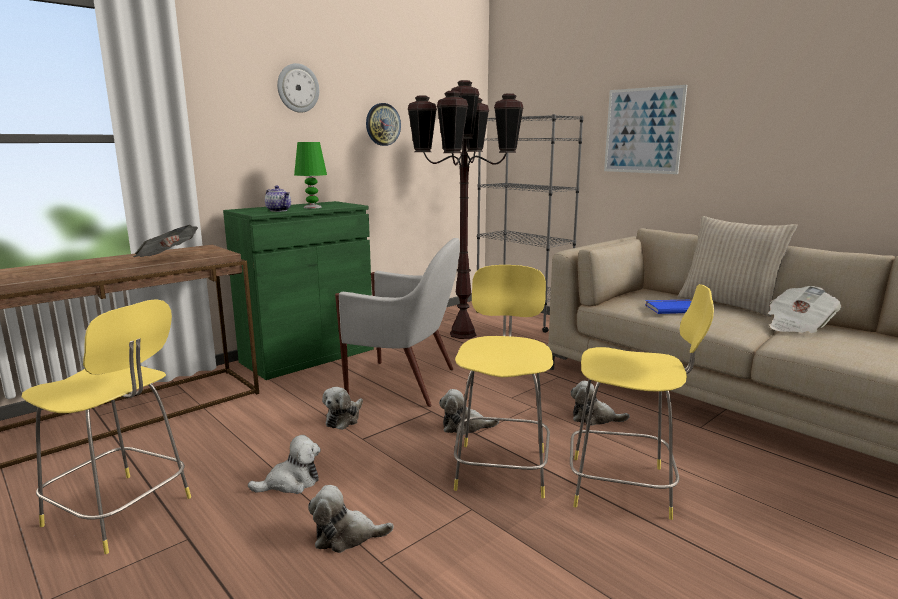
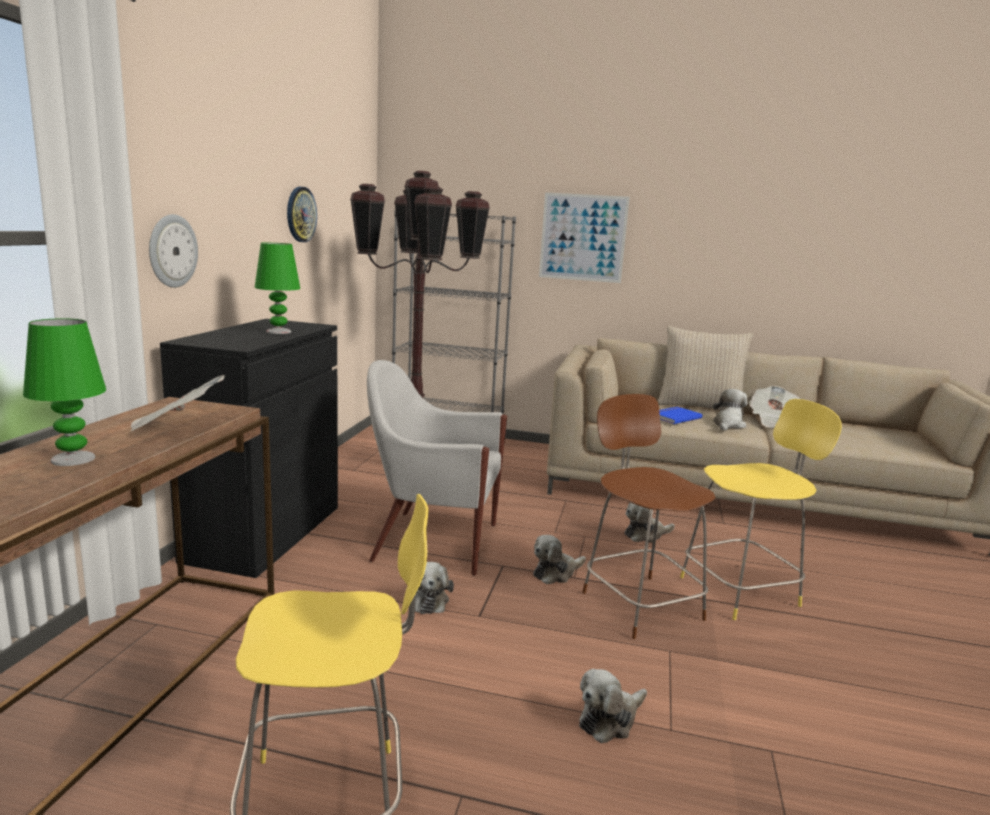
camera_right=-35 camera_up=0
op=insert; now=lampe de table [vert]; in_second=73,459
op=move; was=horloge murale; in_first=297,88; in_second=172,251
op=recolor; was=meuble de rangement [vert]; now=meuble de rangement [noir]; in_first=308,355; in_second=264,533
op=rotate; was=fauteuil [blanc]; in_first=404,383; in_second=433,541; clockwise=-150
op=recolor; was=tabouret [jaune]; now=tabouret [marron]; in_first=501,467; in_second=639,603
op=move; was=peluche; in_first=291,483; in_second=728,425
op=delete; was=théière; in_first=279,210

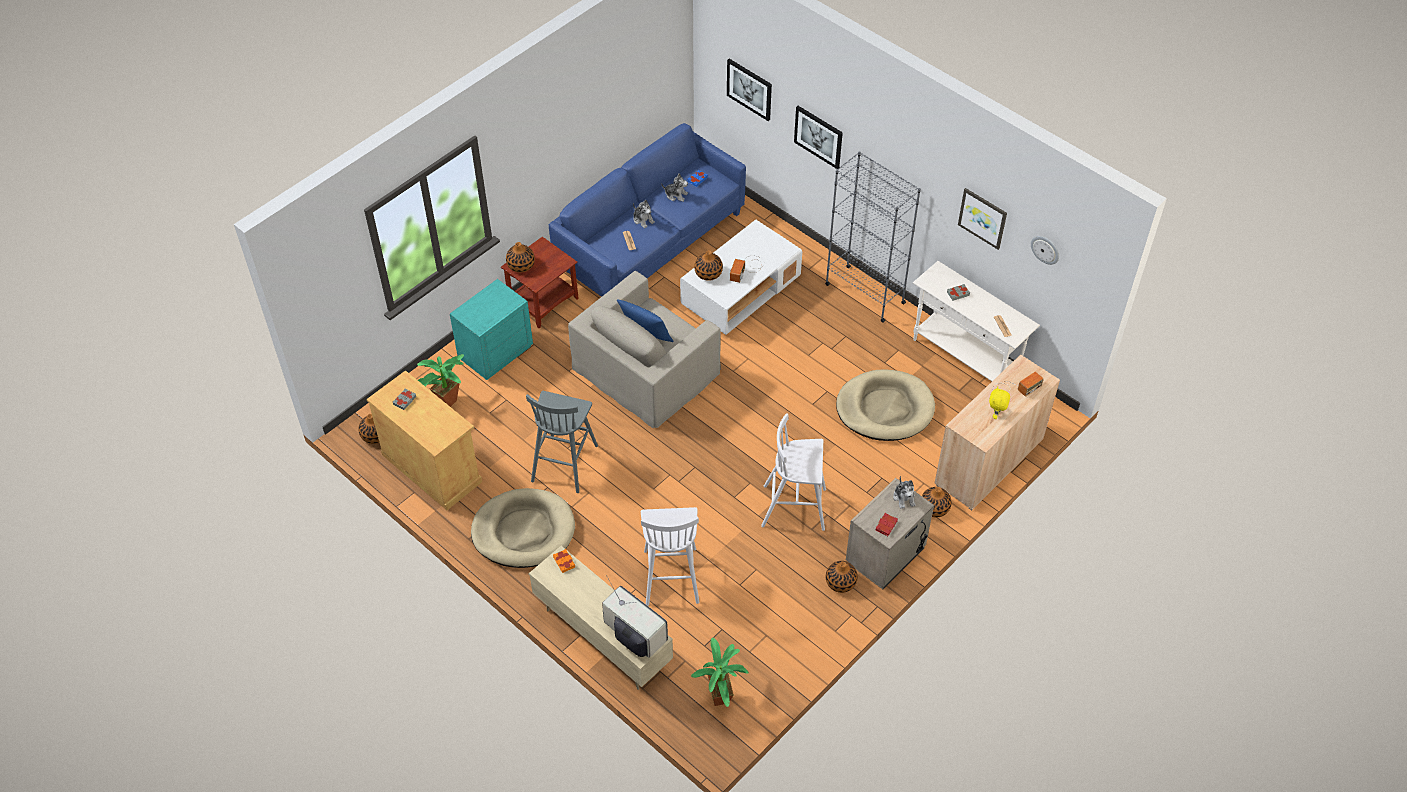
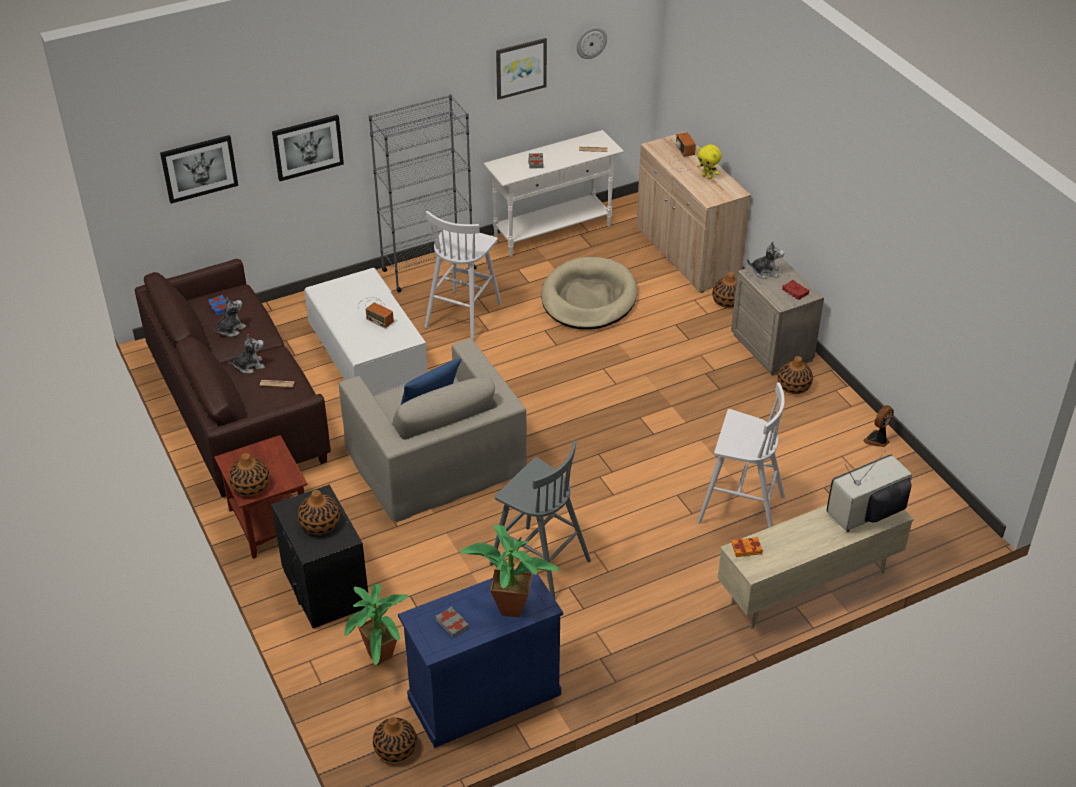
camera_right=-70 camera_up=-10
op=recolor; was=canapé [bleu]; now=canapé [marron]; in_first=651,241; in_second=237,405
op=recolor; was=table de chevet [turquoise]; now=table de chevet [noir]; in_first=495,352; in_second=324,589
op=move; was=vase; in_first=708,273; in_second=320,524
op=recolor; was=meuble de rangement [beige]; now=meuble de rangement [bleu]; in_first=432,468; in_second=484,696
op=move; was=tabouret [blanc]; in_first=795,507; in_second=464,314
op=move; was=plante en pot; in_first=721,695; in_second=507,606
op=insert; now=ventilateur; in_second=877,440
op=delete; was=panier pour chien [beige]; in_first=523,531

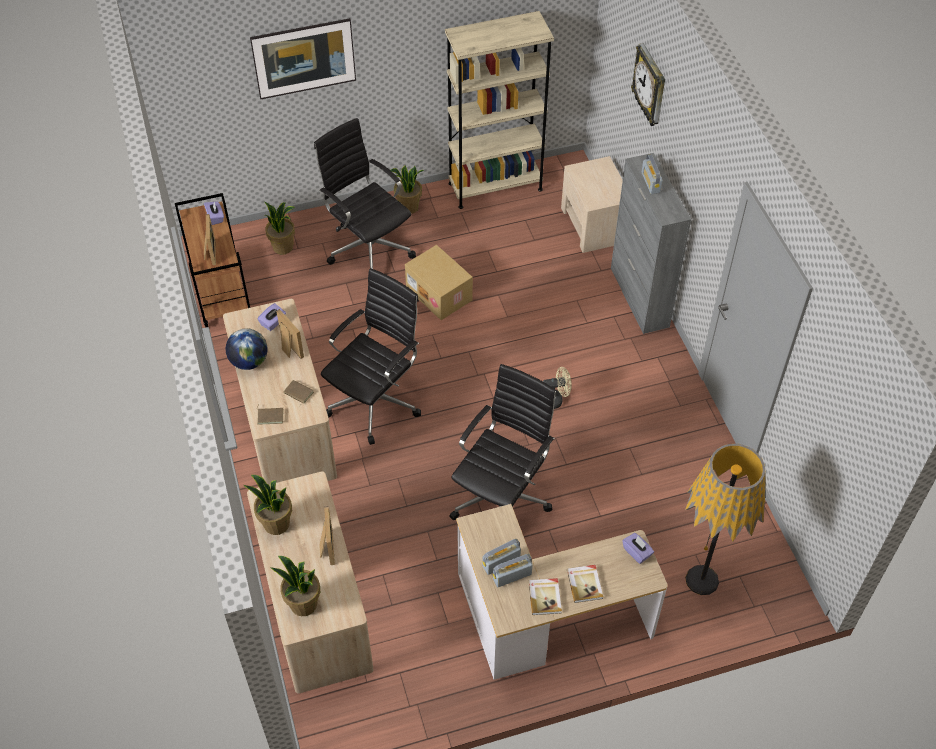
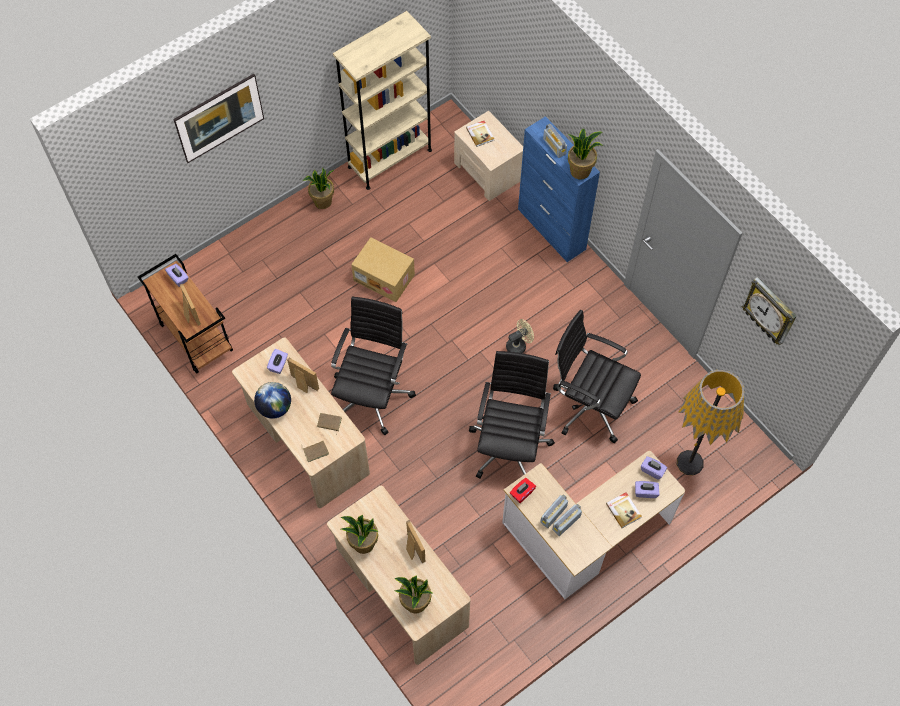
camera_right=-20 camera_up=10
op=move; was=livre; in_first=545,597; in_second=480,134
op=insert; now=boîte à mouchoirs [rouge]; in_second=522,493
op=recolor; was=meuble de rangement [gris]; now=meuble de rangement [bleu]; in_first=639,298; in_second=551,229
op=move; was=chaise de bureau [noir]; in_first=369,247; in_second=590,404
op=move; was=plante en pot; in_first=283,247; in_second=580,171
op=insert; now=boîte à mouchoirs [violet]; in_second=645,492
op=move; was=horloge murale; in_first=650,86; in_second=770,311

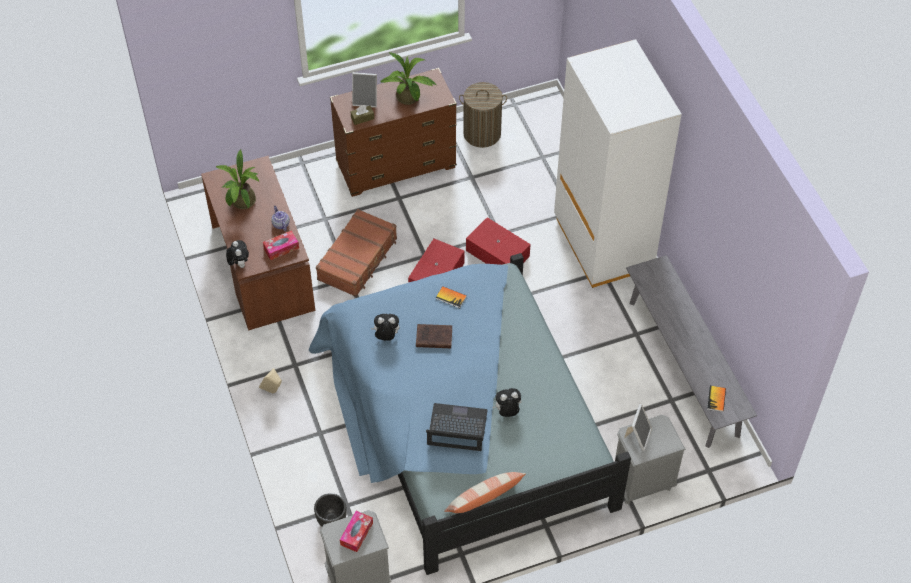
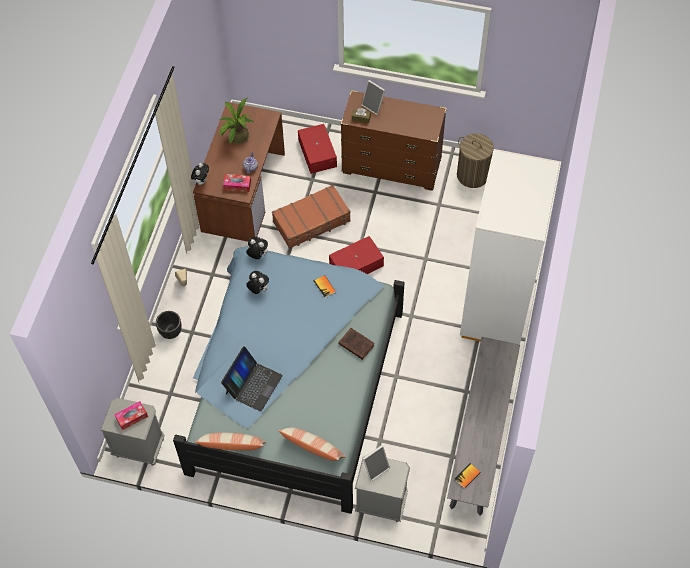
camera_right=35 camera_up=5
op=move; was=cache-pot [noir]; in_first=331,520; in_second=171,332
op=rotate; was=ordinateur portable; in_first=457,428; in_second=253,384; clockwise=75
op=move; was=peluche; in_first=507,412; in_second=257,255
op=insert; now=coussin; in_second=313,448
op=move; was=boîte de rangement [rouge]; in_first=497,252; in_second=318,153
op=move; was=livre [marron]; in_first=433,338; in_second=355,344
op=delete; was=plante en pot; in_first=409,99

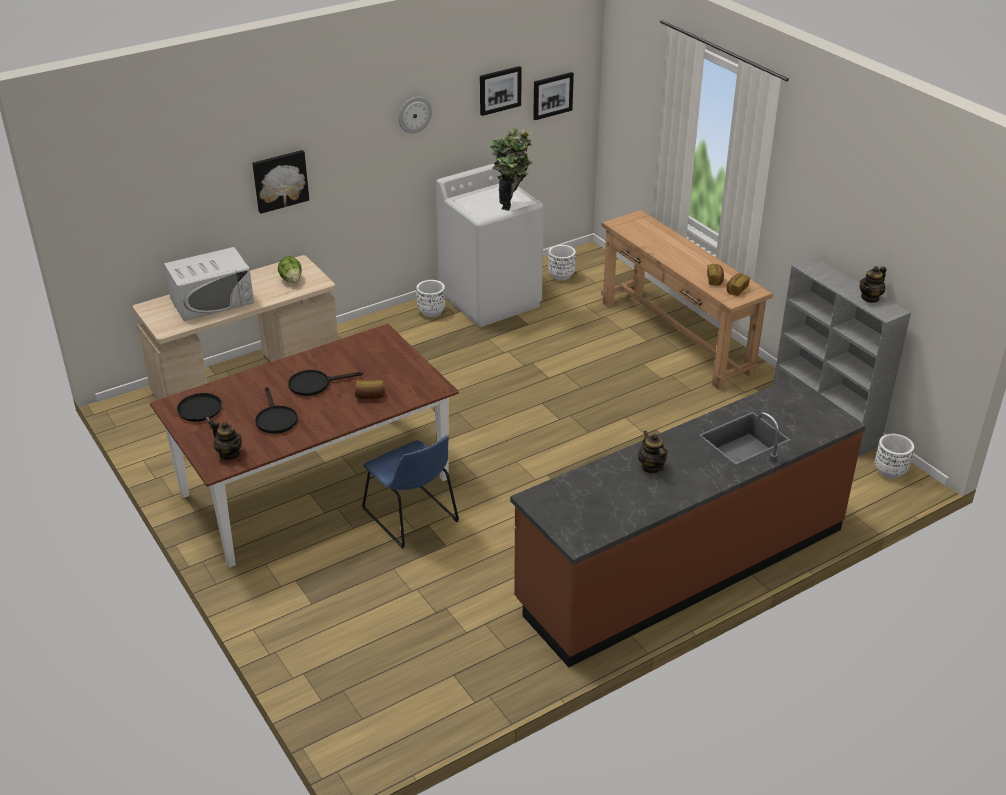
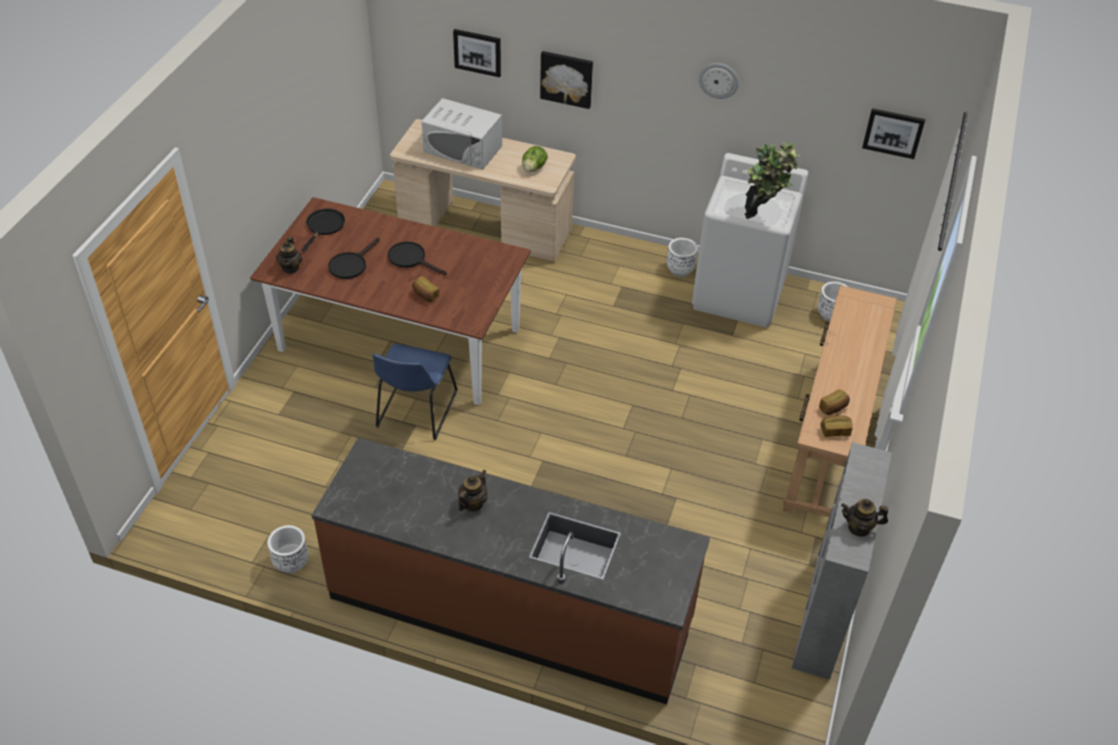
camera_right=50 camera_up=10
op=move; was=cache-pot [blanc]; in_first=890,471; in_second=291,563
op=move; was=tableau; in_first=499,90; in_second=477,52

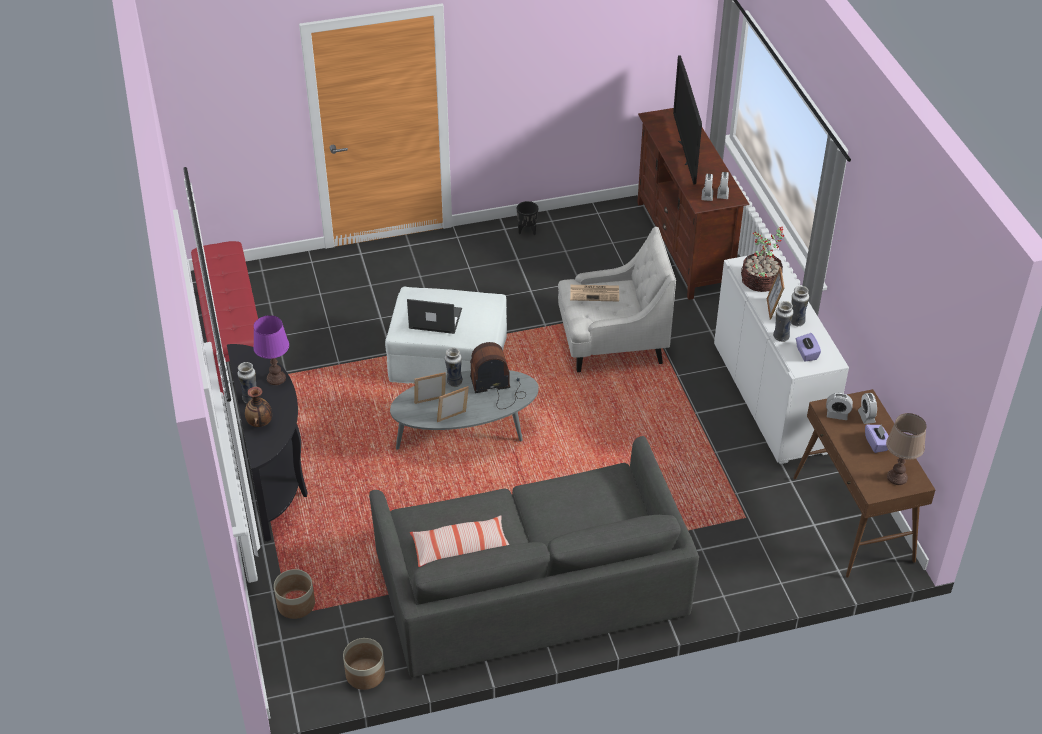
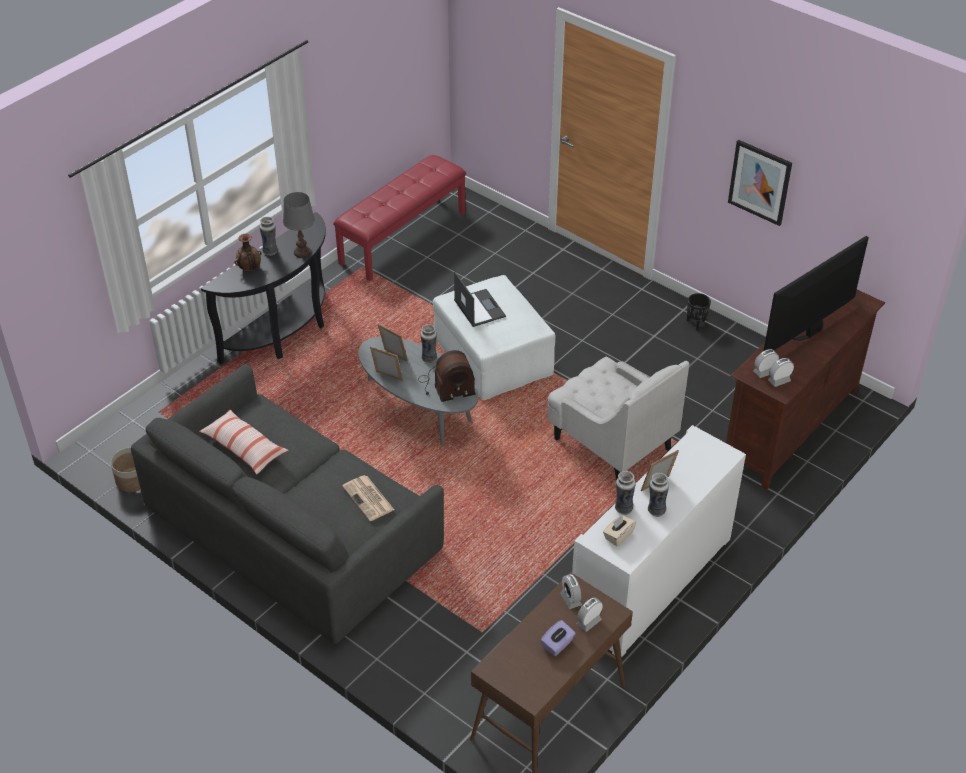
camera_right=55 camera_up=0
op=recolor; was=lampe de table [violet]; now=lampe de table [gris]; in_first=276,378; in_second=302,252
op=move; was=journal; in_first=595,293; in_second=369,499
op=rotate; was=radio; in_first=498,388; in_second=446,386; clockwise=120
op=recolor; was=boîte à mouchoirs [violet]; now=boîte à mouchoirs [beige]; in_first=806,353; in_second=618,536
op=insert; now=tableau; in_second=760,182
op=delete; was=cache-pot; in_first=296,604
op=delete; was=plante en pot; in_first=760,282
op=delete; was=lampe de table [marron]; in_first=897,477

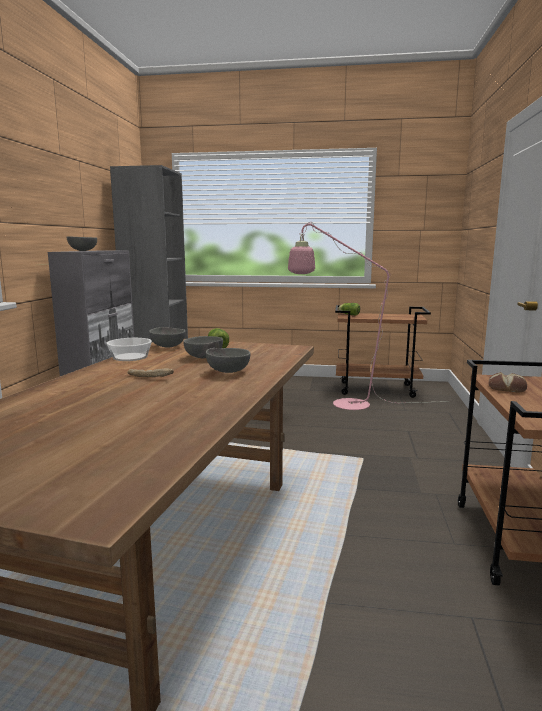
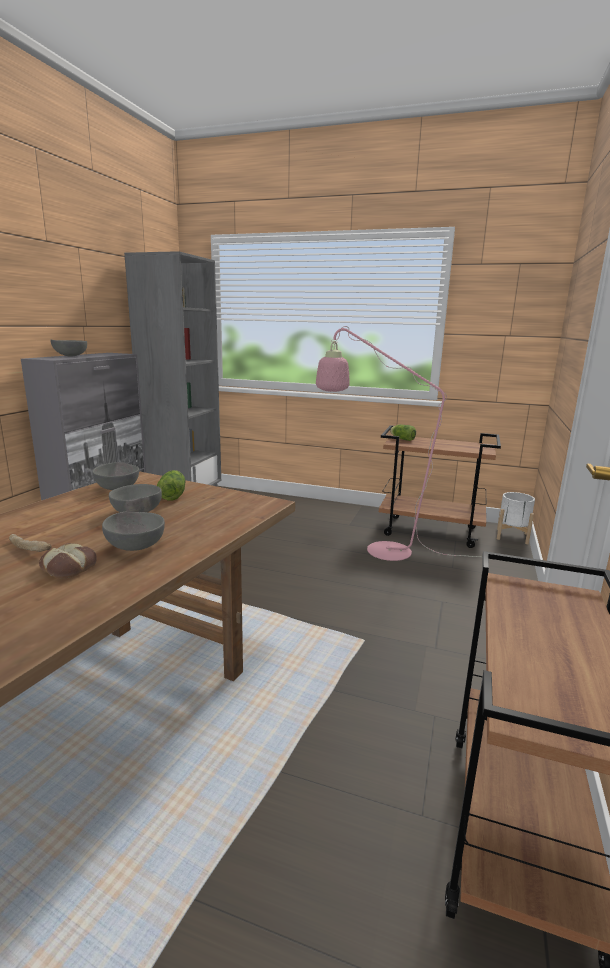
camera_right=10 camera_up=5
op=move; was=pain; in_first=506,388; in_second=70,567
op=insert; now=cache-pot [blanc]; in_second=512,536
op=delete; was=bol; in_first=130,357

